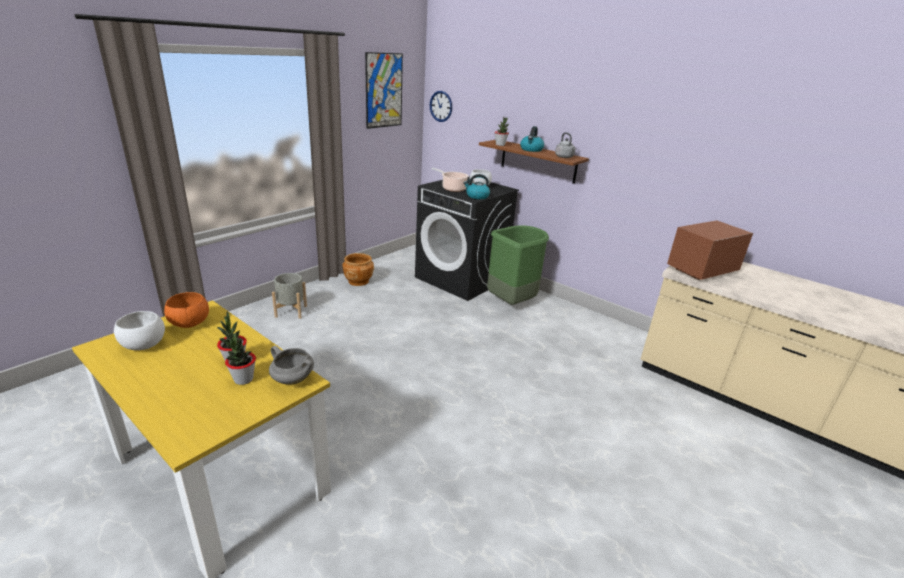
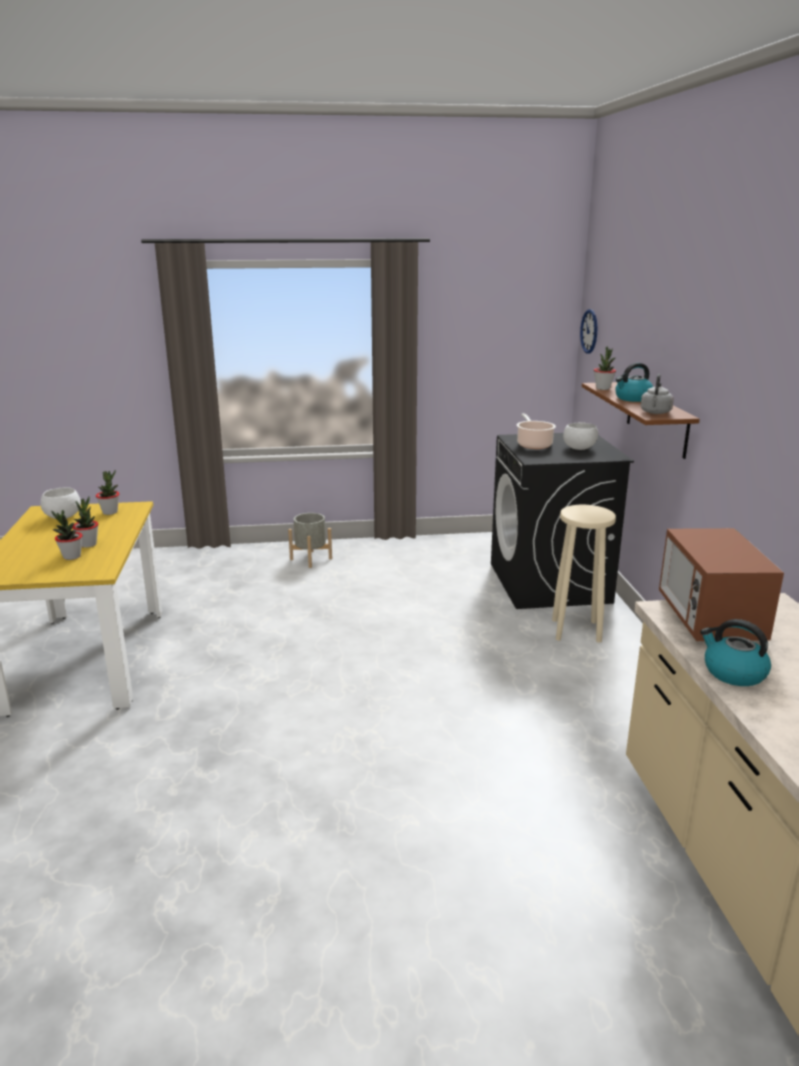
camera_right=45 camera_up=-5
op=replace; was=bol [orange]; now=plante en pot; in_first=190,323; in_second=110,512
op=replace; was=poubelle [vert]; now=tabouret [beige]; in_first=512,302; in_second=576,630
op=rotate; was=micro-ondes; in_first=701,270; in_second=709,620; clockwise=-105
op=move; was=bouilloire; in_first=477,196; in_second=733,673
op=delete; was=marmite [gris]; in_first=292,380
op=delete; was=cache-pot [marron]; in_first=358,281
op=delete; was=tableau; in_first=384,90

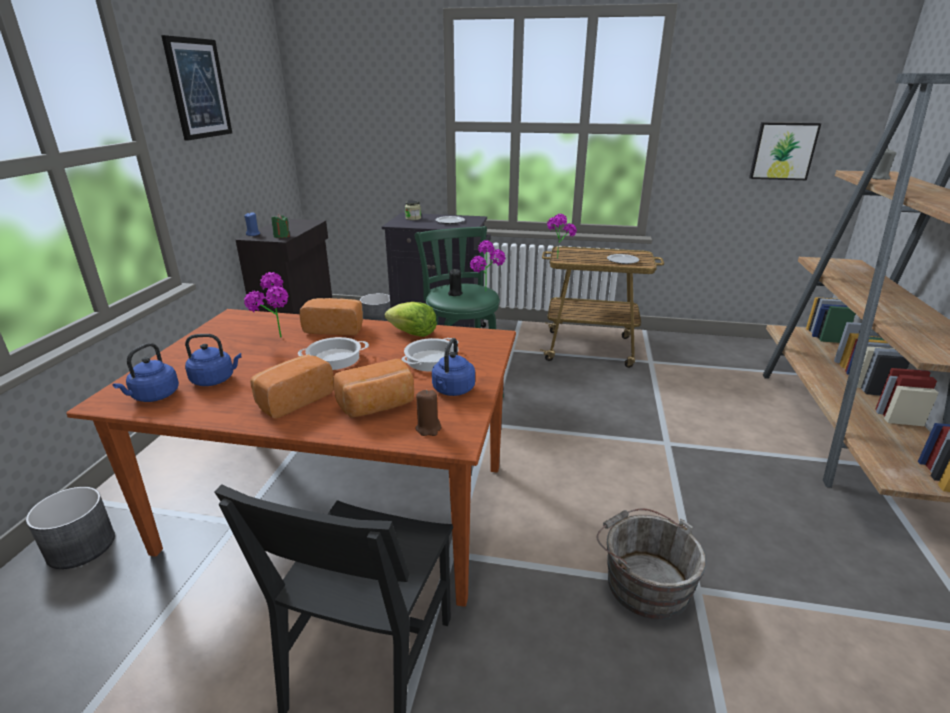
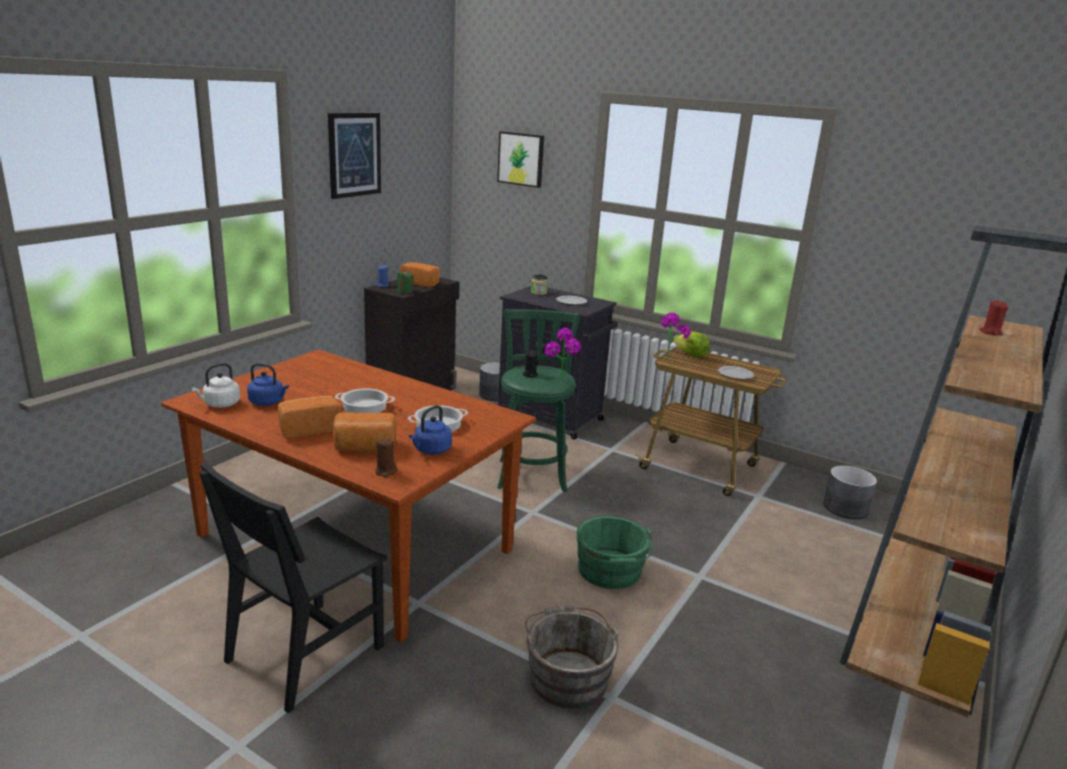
camera_right=20 camera_up=-5
op=recolor; was=bouilloire [bleu]; now=bouilloire [blanc]; in_first=154,396; in_second=220,404
op=move; was=pain; in_first=335,328; in_second=421,283
op=move; was=tableau; in_first=783,151; in_second=521,159
op=insert; now=seau [vert]; in_second=610,572
op=move; was=laitue; in_first=412,334; in_second=690,355
op=move; was=cache-pot [gris]; in_first=81,546; in_second=845,508
op=recolor; was=bougie [gris]; now=bougie [rouge]; in_first=878,178; in_second=990,332
op=delete; was=plante en pot; in_first=277,340

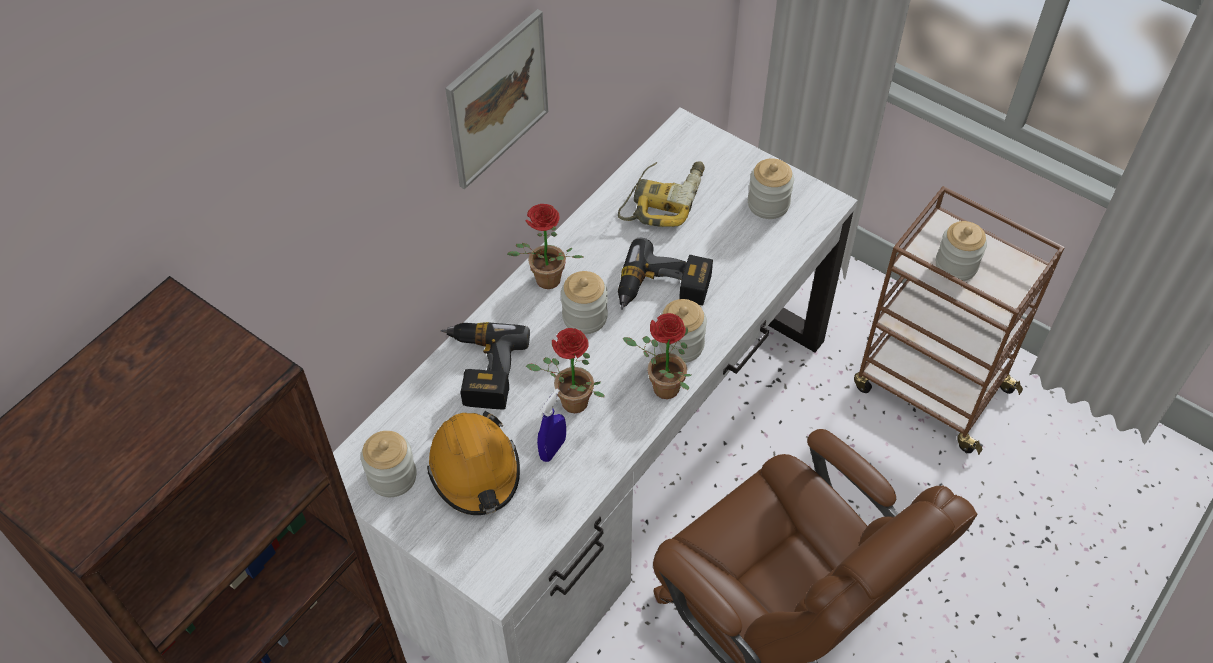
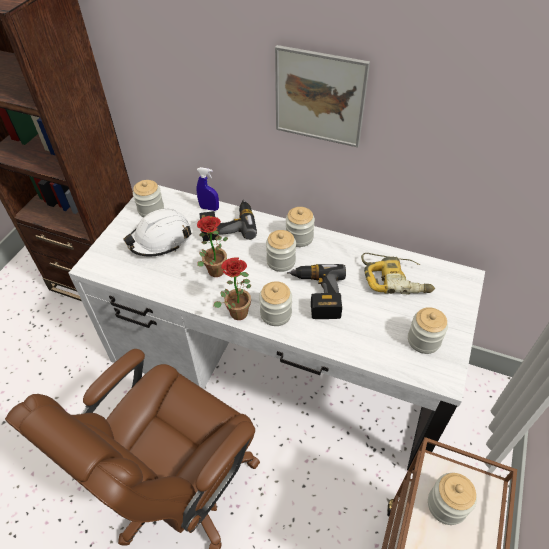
camera_right=75 camera_up=-5
op=recolor; was=casque de chantier [orange]; now=casque de chantier [blanc]; in_first=475,470; in_second=160,239
op=move; was=vaporisateur [bleu]; in_first=553,449; in_second=209,208
op=replace; was=plante en pot; now=bocal; in_first=544,283; in_second=299,237

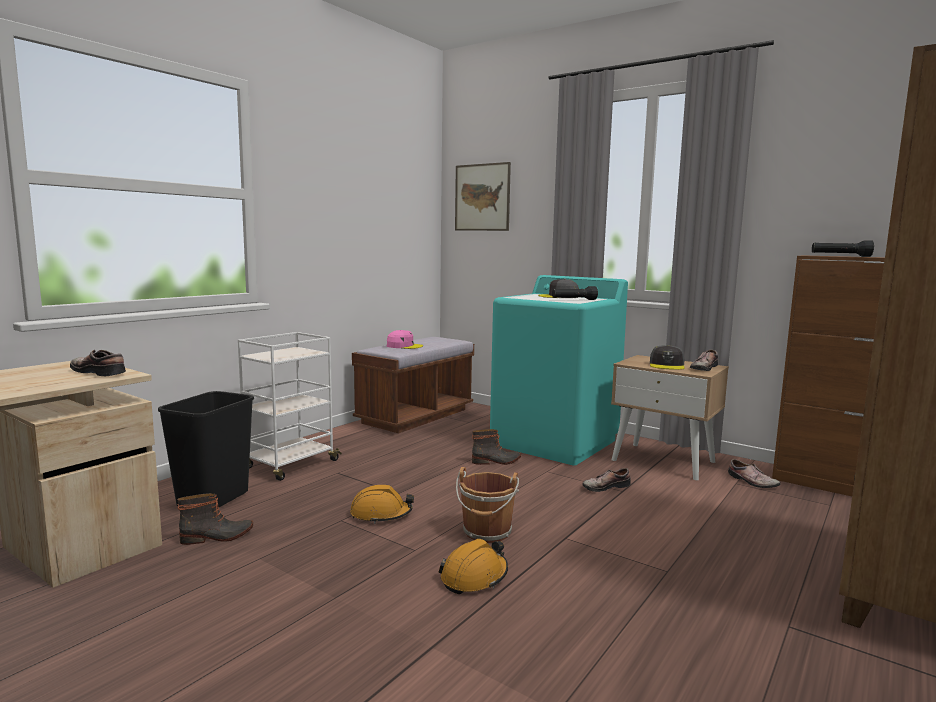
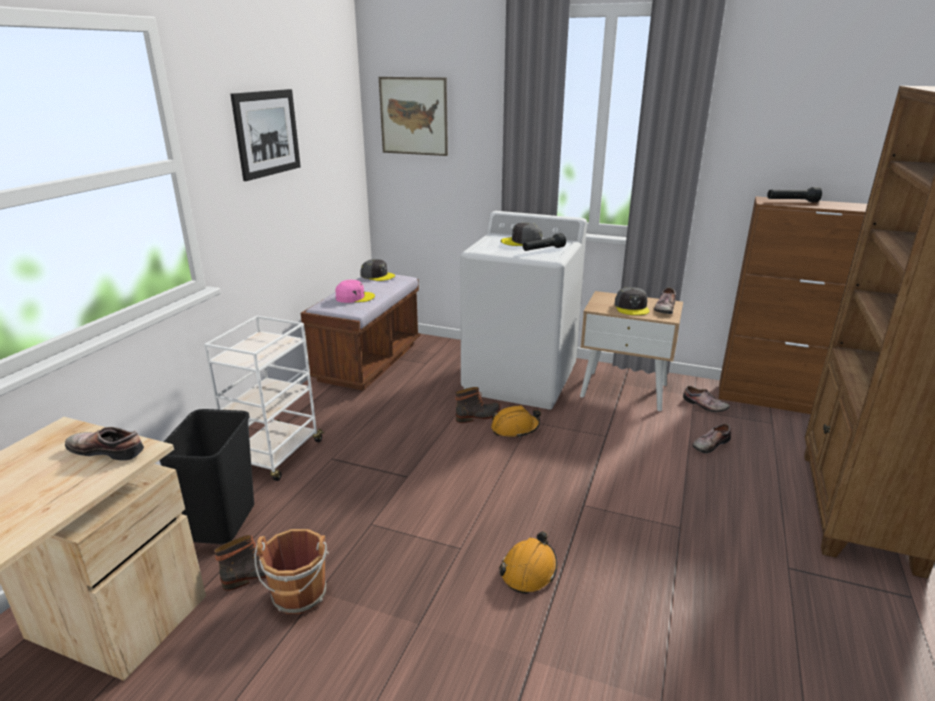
camera_right=-15 camera_up=15
op=insert; now=tableau; in_second=267,133
op=move; was=seau [marron]; in_first=487,533; in_second=299,596
op=insert; now=casquette [gris]; in_second=377,275
op=recolor; was=lave-linge [turquoise]; now=lave-linge [blanc]; in_first=555,442; in_second=520,380
op=move; was=casque de chantier [orange]; in_first=381,514; in_second=515,428
op=move; was=chaussure; in_first=605,486; in_second=709,444

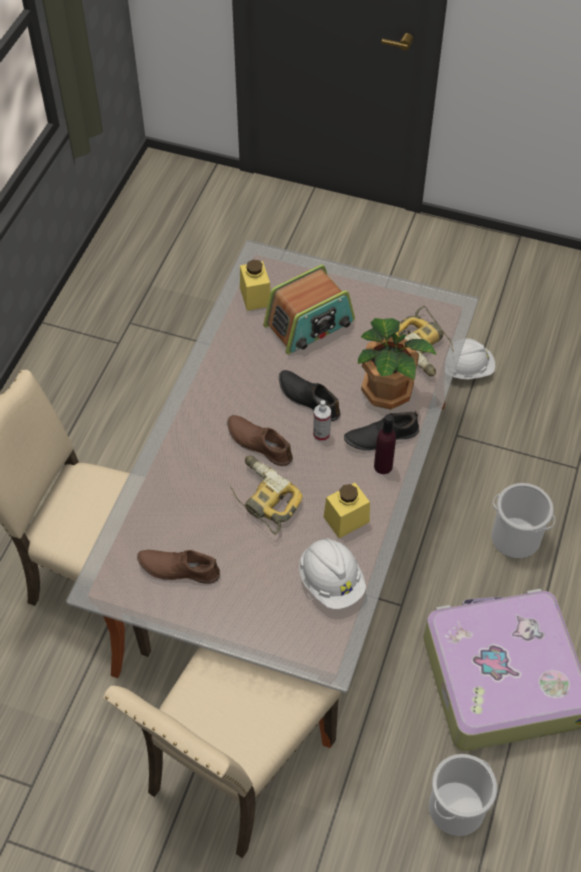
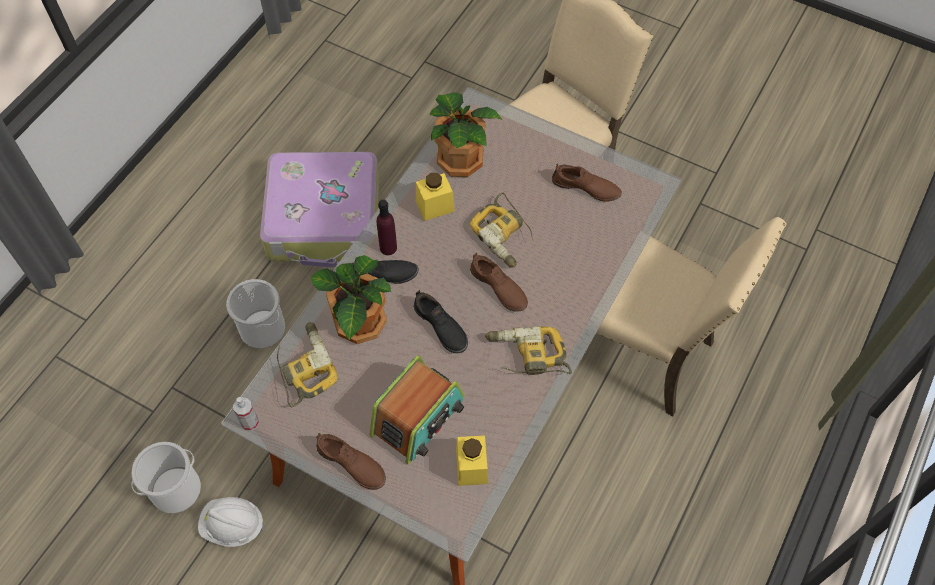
camera_right=-170 camera_up=5
op=move; was=seau; in_first=456,809; in_second=176,489
op=move; was=vaporisateur; in_first=321,434; in_second=250,422
op=insert; now=chaussure [marron]; in_second=351,464
op=rotate; was=radio; in_first=309,324; in_second=418,417; clockwise=150
op=replace; was=casque de chantier [blanc]; now=plante en pot; in_first=331,582; in_second=460,159
op=insert; now=perceuse; in_second=527,356

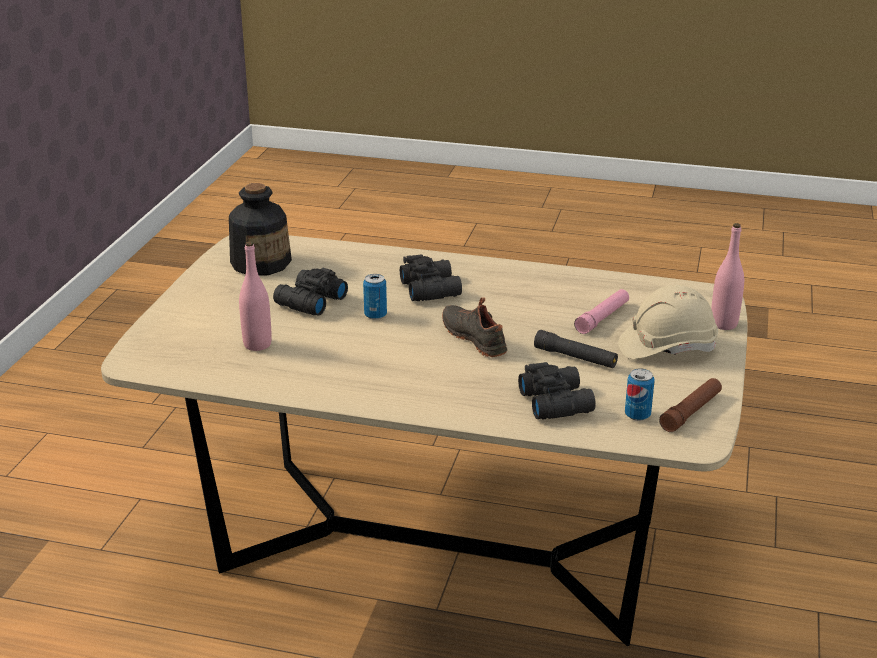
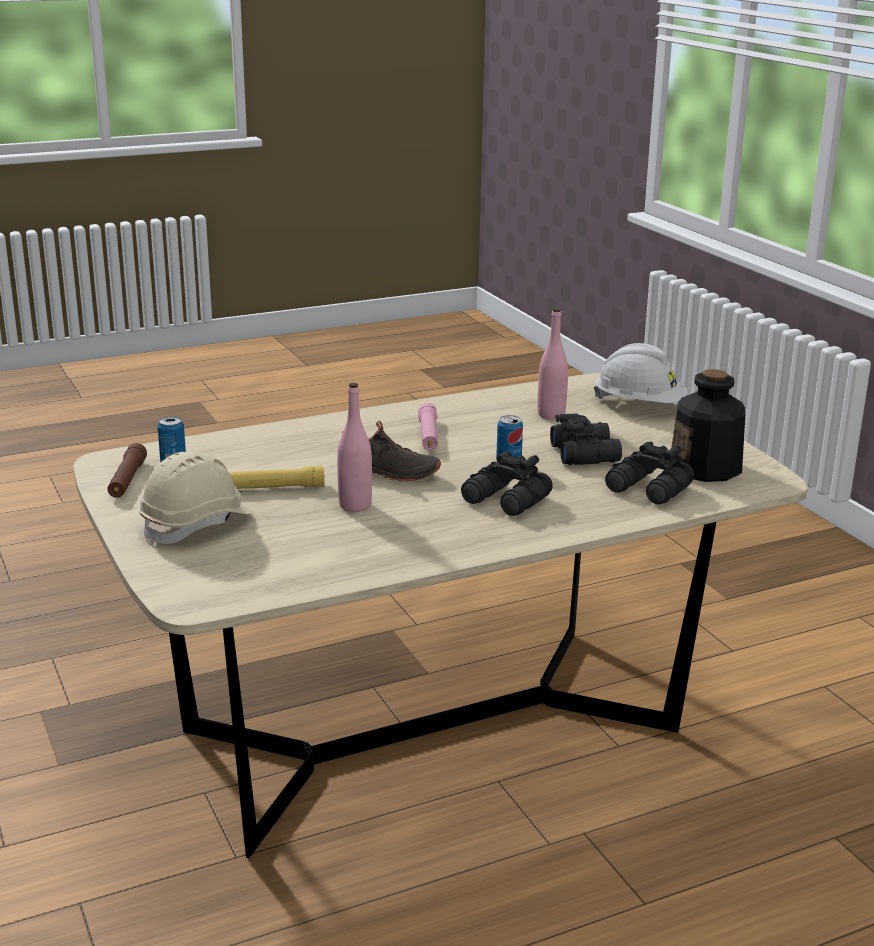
camera_right=140 camera_up=-5
op=recolor; was=lampe de poche [noir]; now=lampe de poche [jaune]; in_first=575,357; in_second=277,487
op=move; was=bouteille [rose]; in_first=723,324; in_second=355,506
op=move; was=lampe de poche [rose]; in_first=602,318; in_second=428,435
op=insert; now=casque de chantier [blanc]; in_second=639,405
op=move; was=jumelles [noir]; in_first=556,401; in_second=649,490

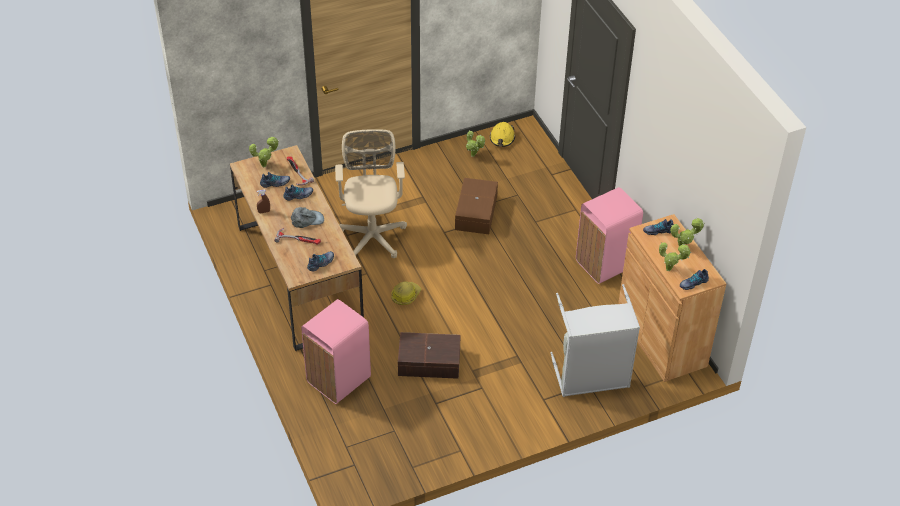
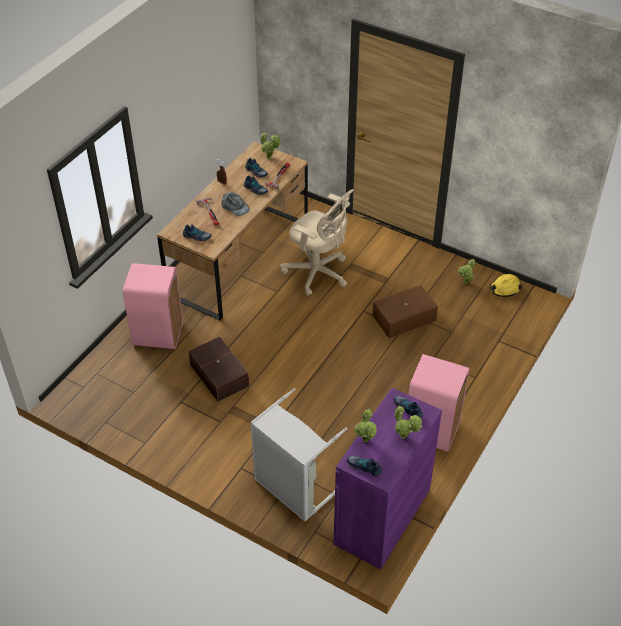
camera_right=55 camera_up=0
op=rotate; was=chaise de bureau [beige]; in_first=372,235; in_second=318,273; clockwise=75
op=recolor; was=meuble de rangement [marron]; now=meuble de rangement [violet]; in_first=661,339; in_second=382,516
op=delete; was=casque de chantier; in_first=405,296

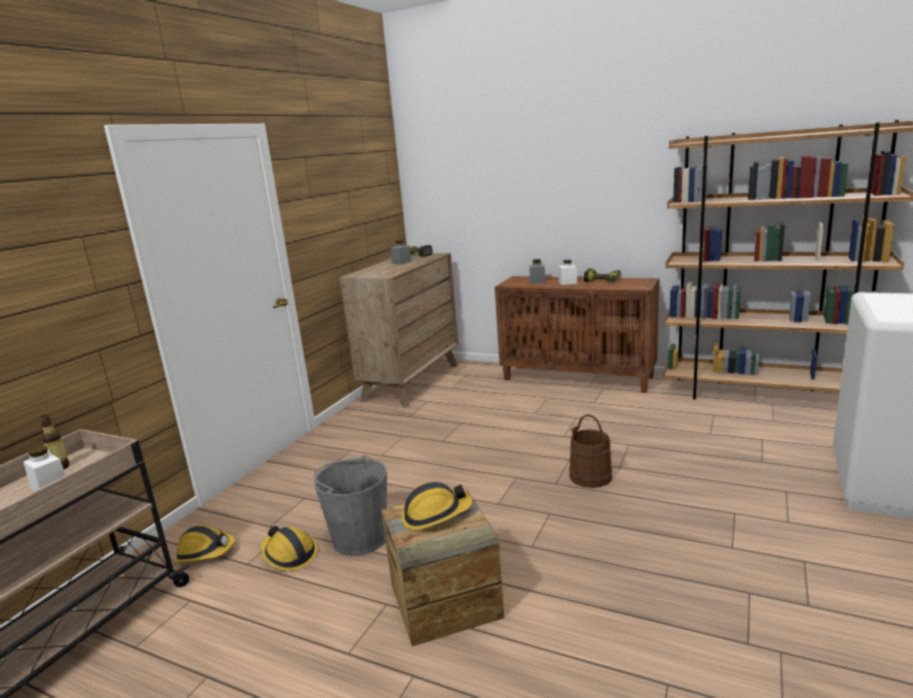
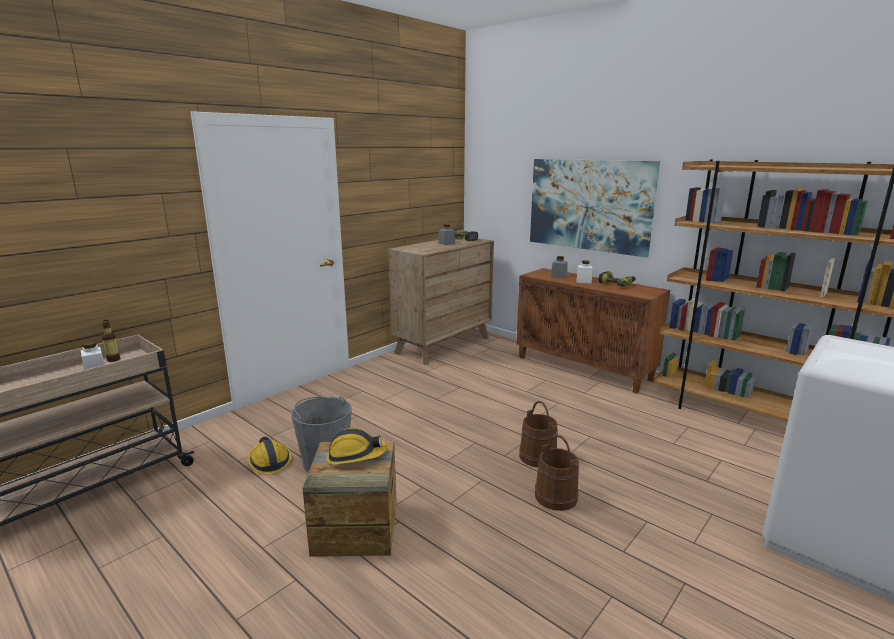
camera_right=15 camera_up=0
op=insert; now=tableau; in_second=589,205
op=insert; now=seau [marron]; in_second=556,496
op=delete; was=casque de chantier; in_first=206,552

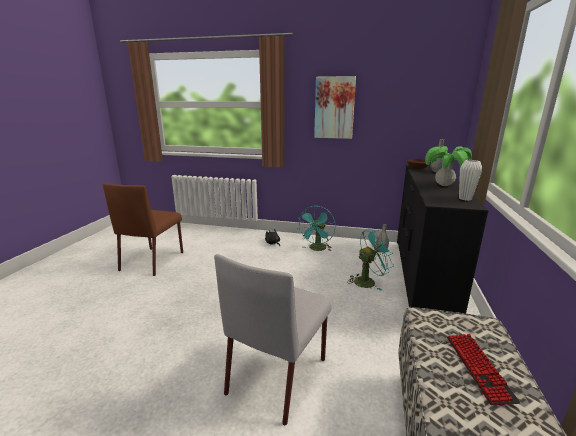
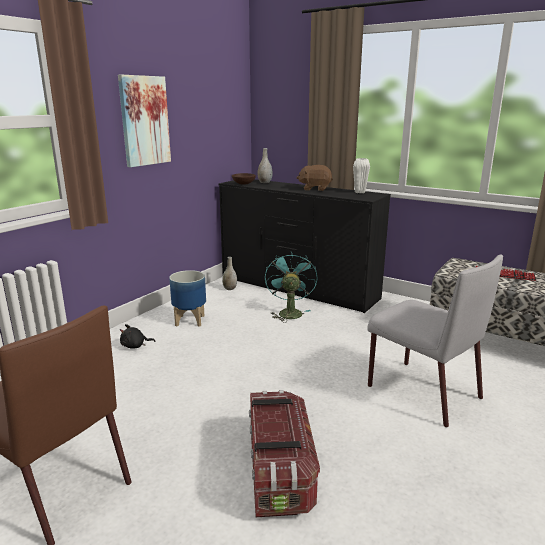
camera_right=-70 camera_up=0
op=replace; was=ventilateur [turquoise]; now=cache-pot; in_first=317,249; in_second=190,320
op=insert; now=boîte de rangement; in_second=279,471
op=replace; was=plante en pot; now=peluche [marron]; in_first=444,185; in_second=315,189

